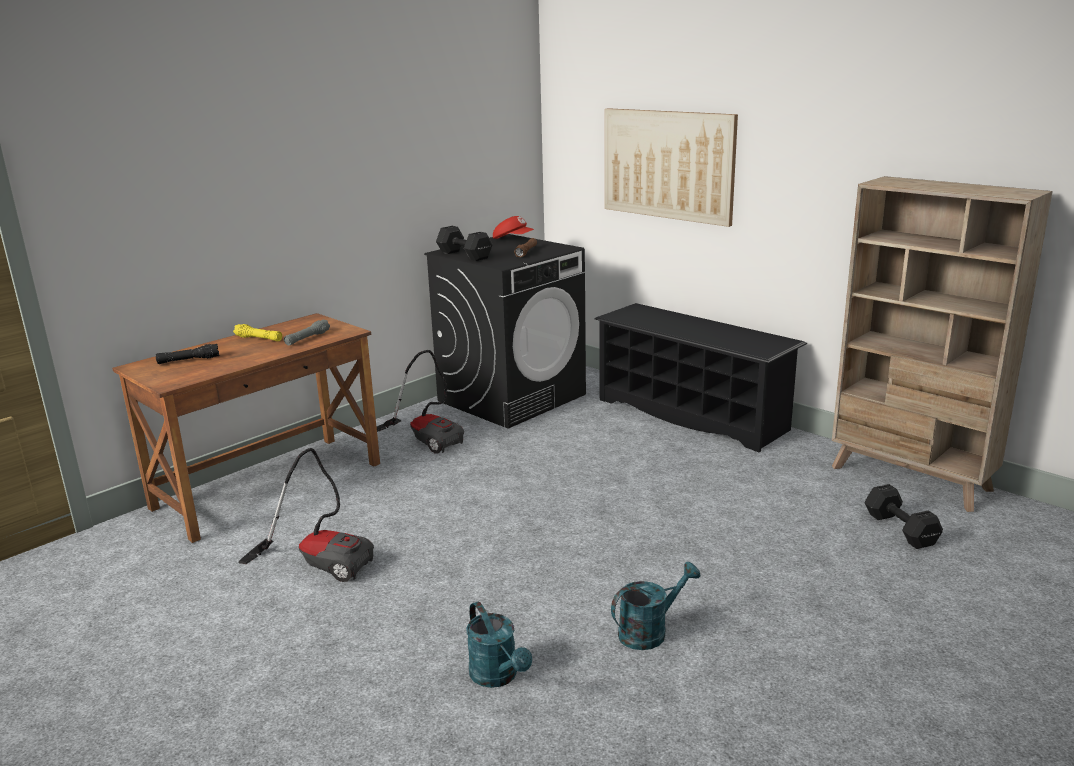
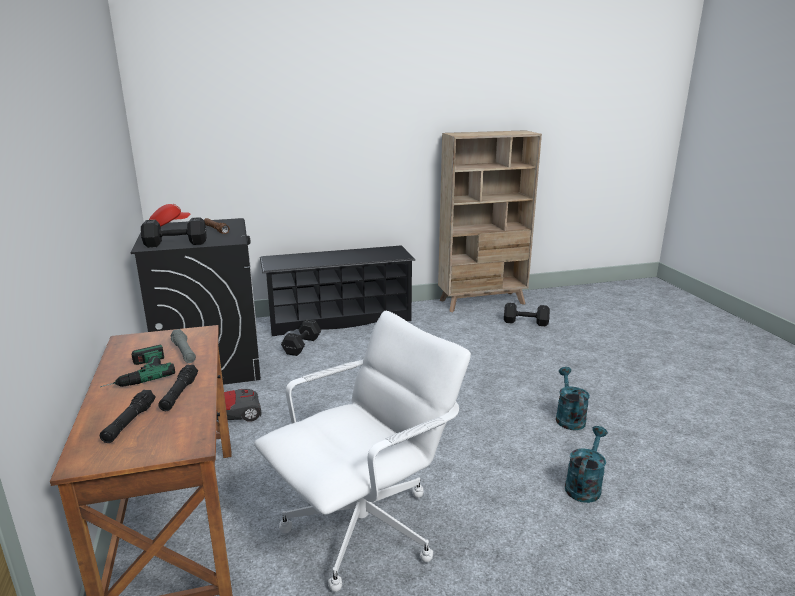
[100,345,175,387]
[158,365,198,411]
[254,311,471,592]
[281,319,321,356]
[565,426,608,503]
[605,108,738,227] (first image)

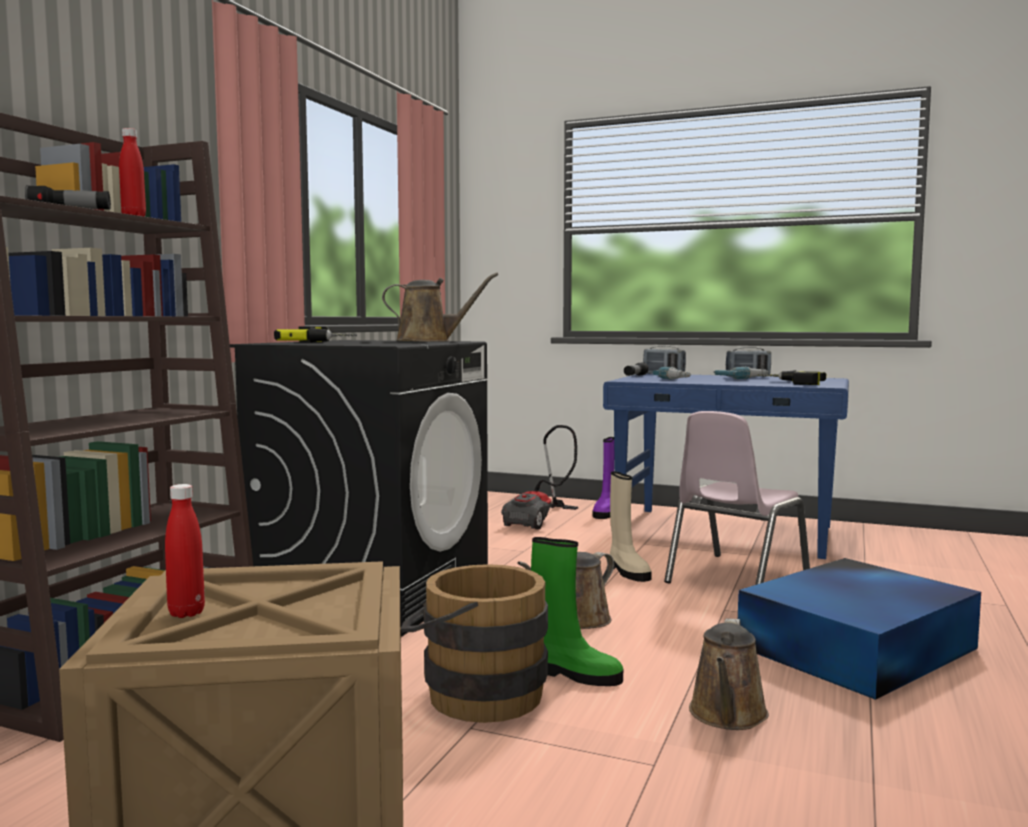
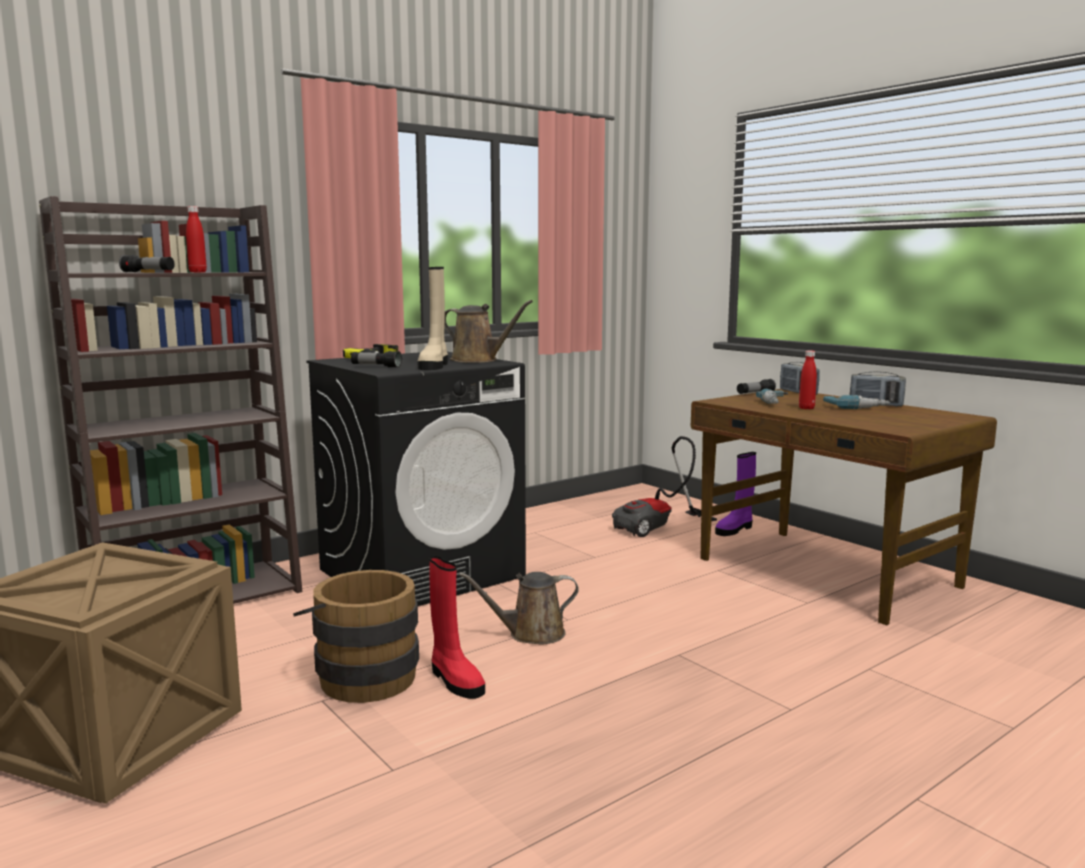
[351,351,402,368]
[418,267,448,370]
[429,556,485,699]
[691,389,997,625]
[799,351,817,409]
[664,411,810,585] (first image)
[689,618,769,730] (first image)
[738,558,981,700] (first image)
[758,370,826,385] (first image)

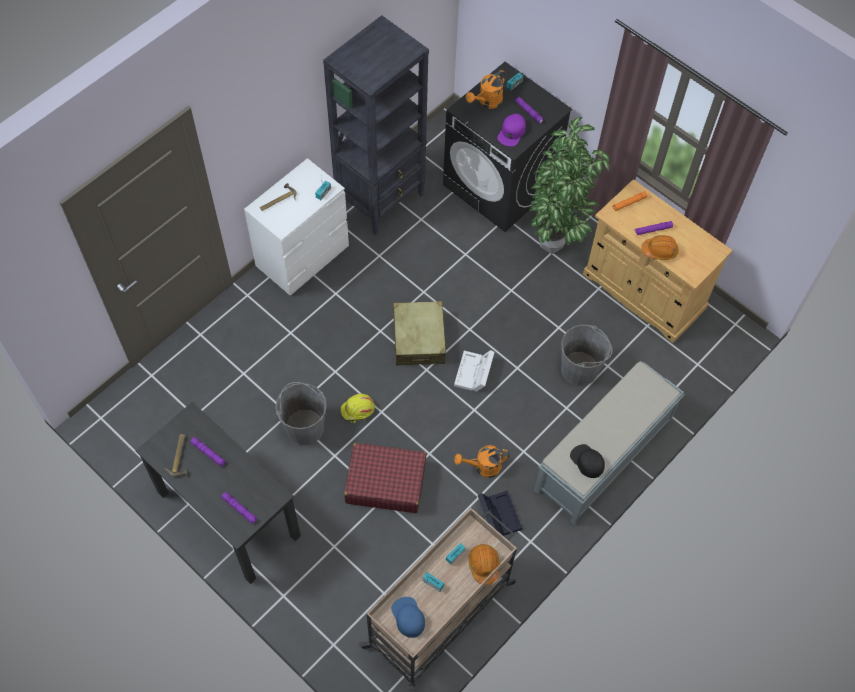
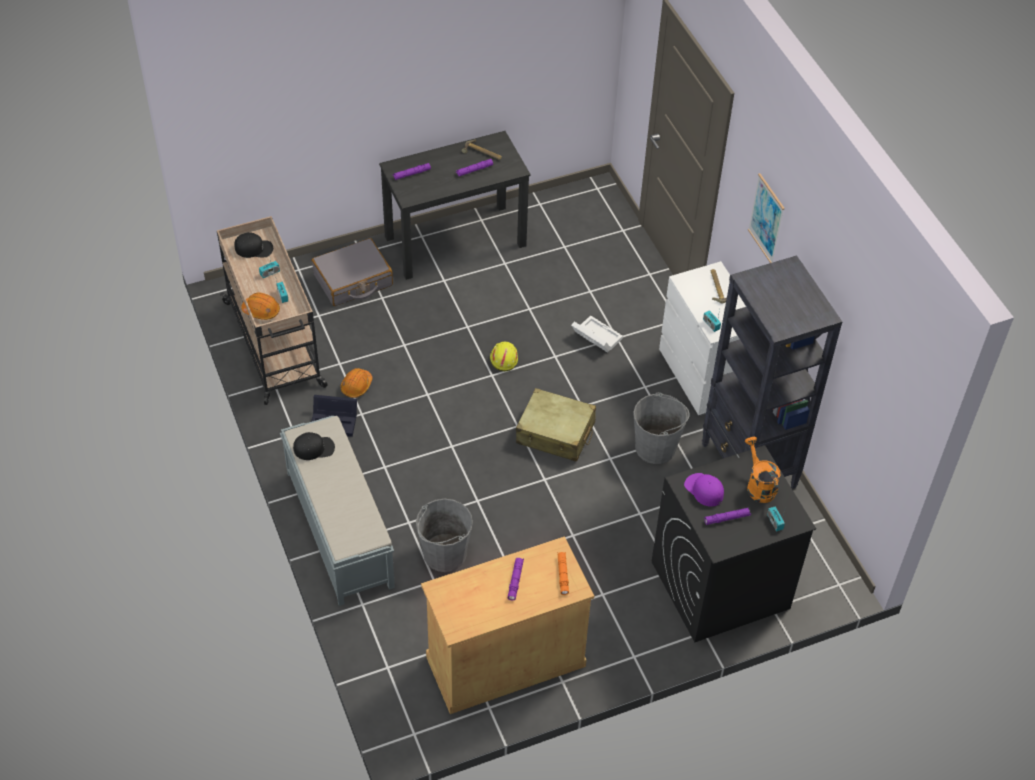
[235,232,273,258]
[312,238,393,306]
[341,368,372,398]
[571,316,623,353]
[633,393,690,464]
[748,173,785,263]
[344,443,426,513] (first image)
[454,445,510,478] (first image)
[530,117,609,254] (first image)

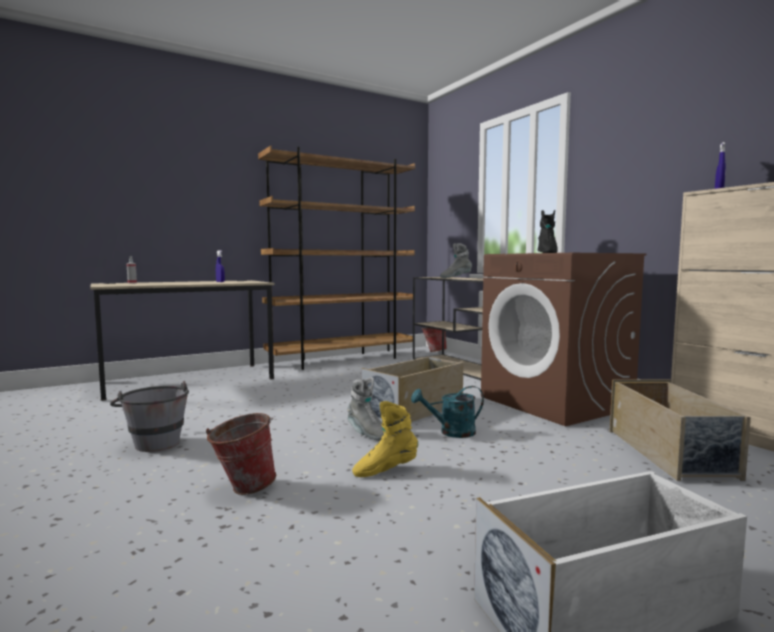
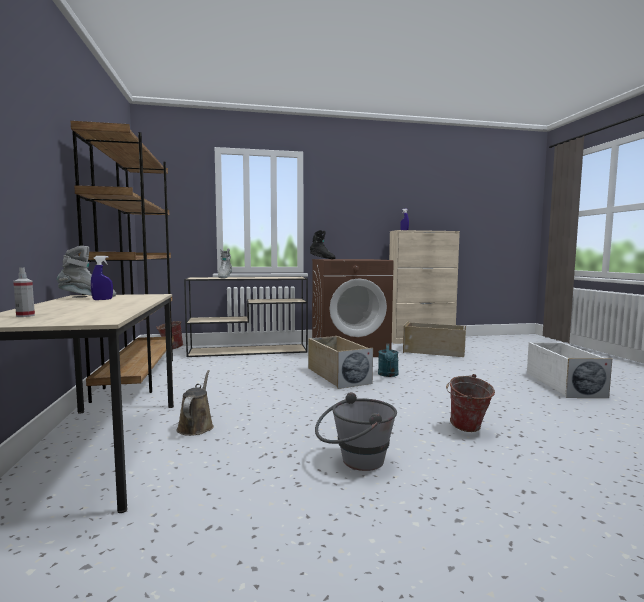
[57,246,116,297]
[176,370,214,436]
[352,401,418,477] (first image)

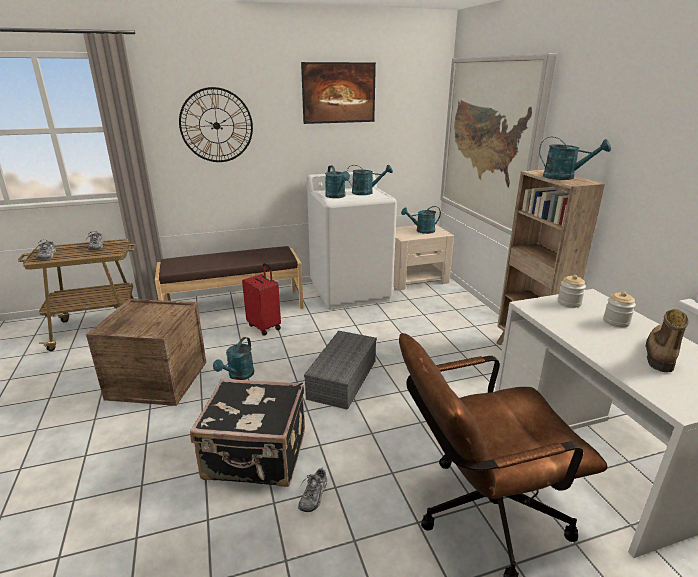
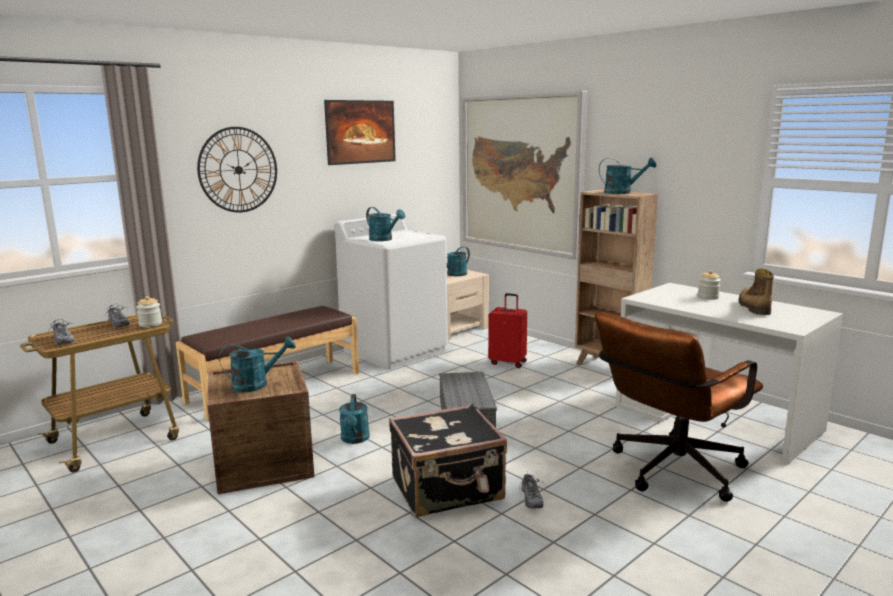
[136,296,162,327]
[219,336,296,392]
[488,293,527,368]

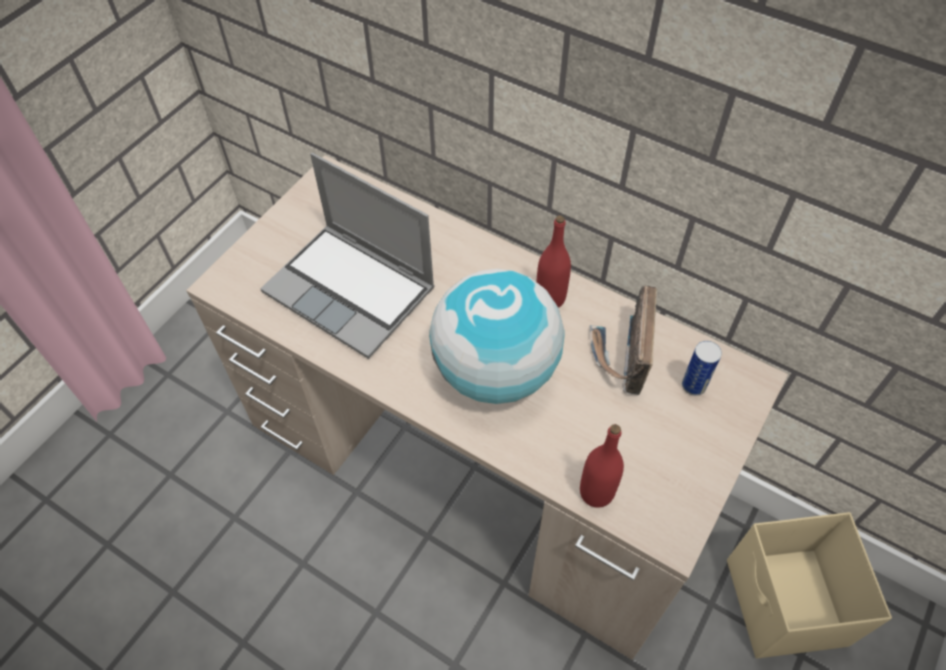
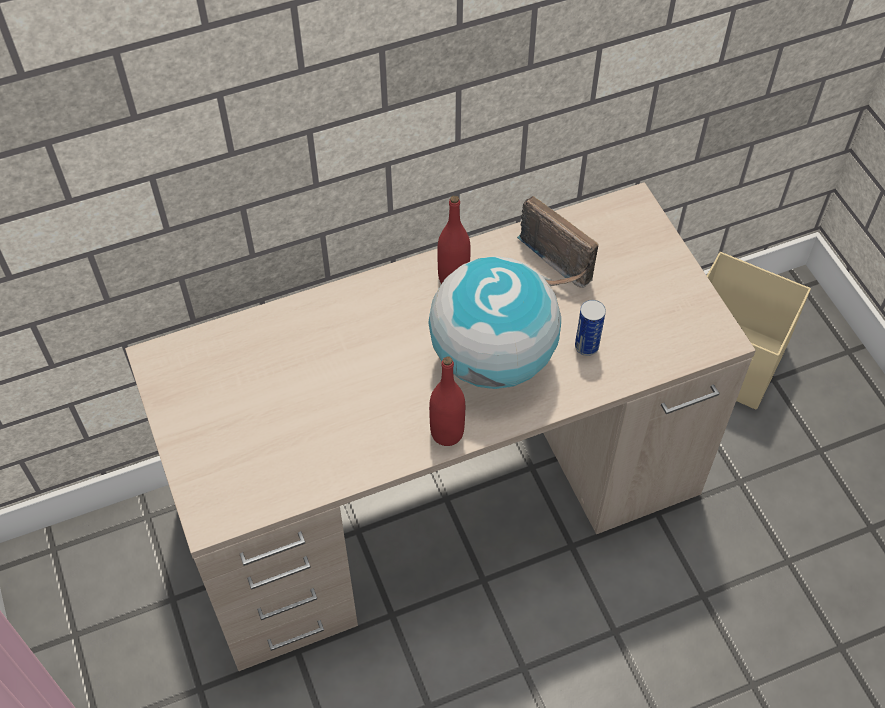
[429,356,465,446]
[575,300,606,356]
[260,153,435,359] (first image)

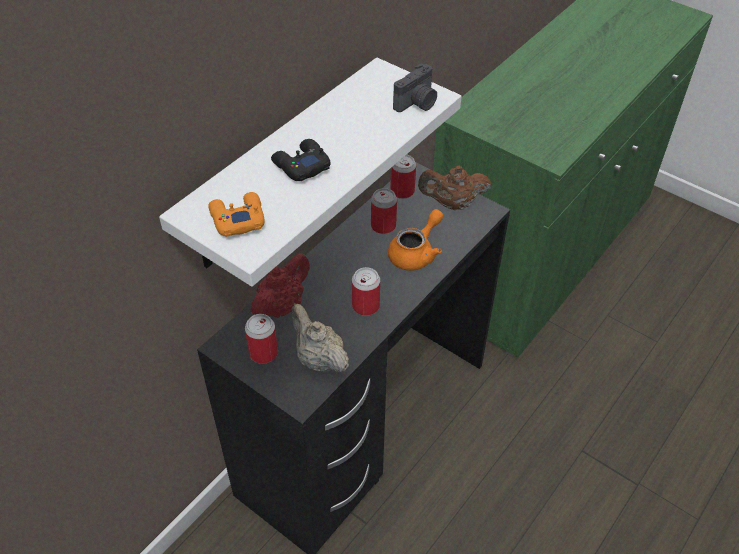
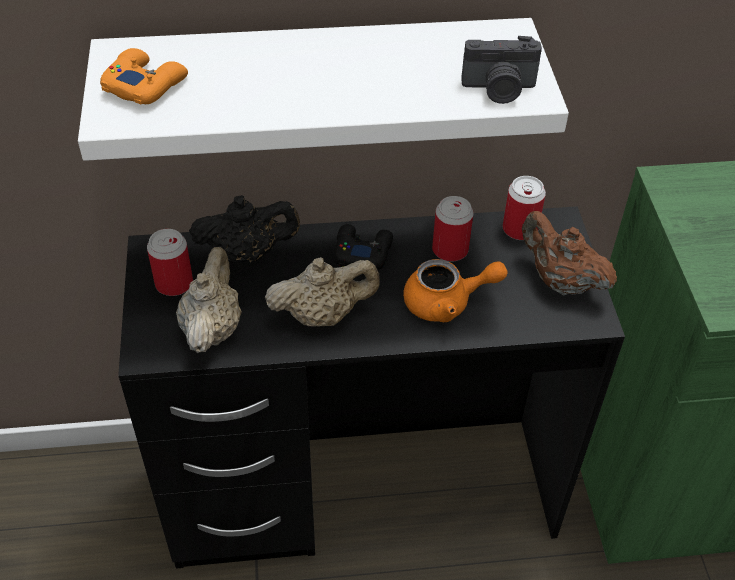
[189,195,300,262]
[265,257,380,326]
[334,224,393,270]

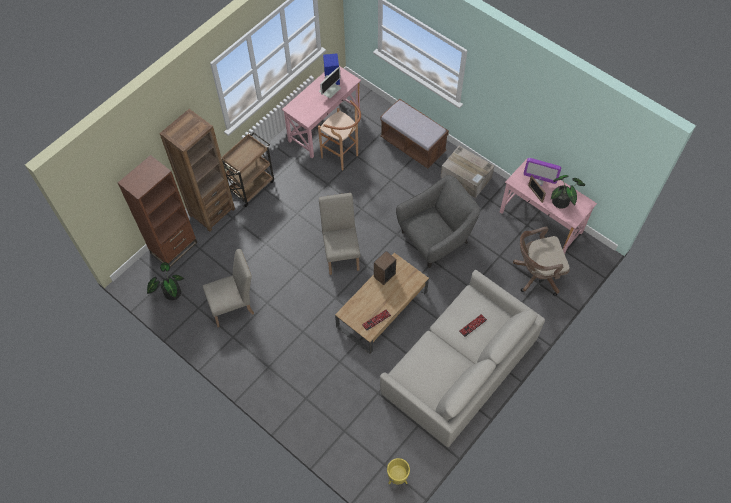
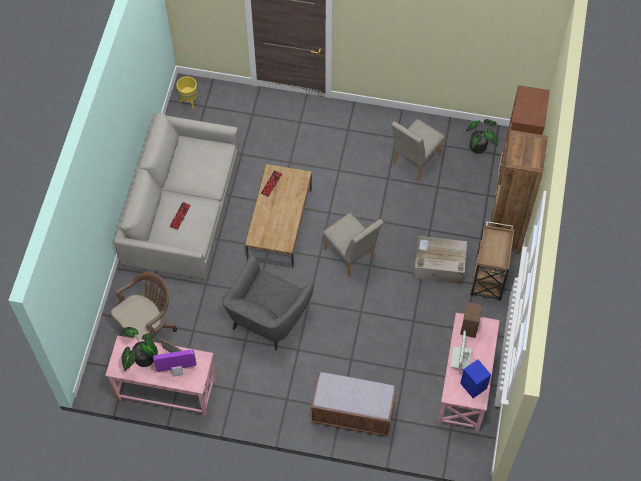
[413,236,467,284]
[460,301,483,338]
[318,100,361,171] (first image)

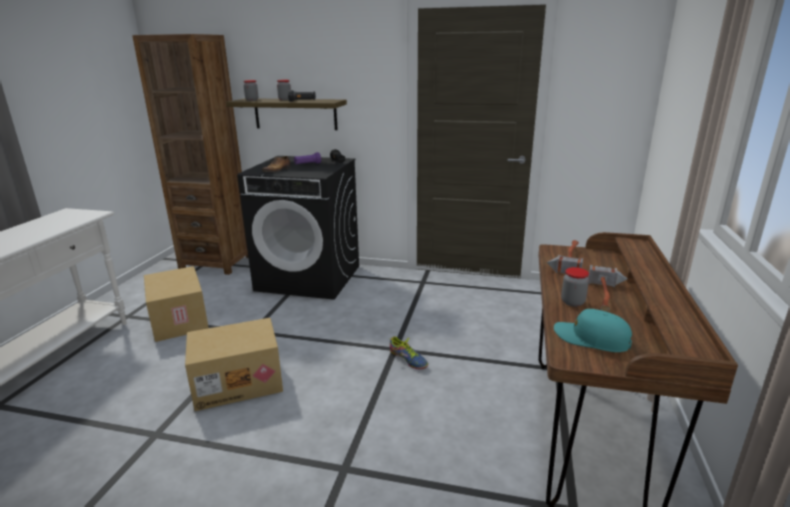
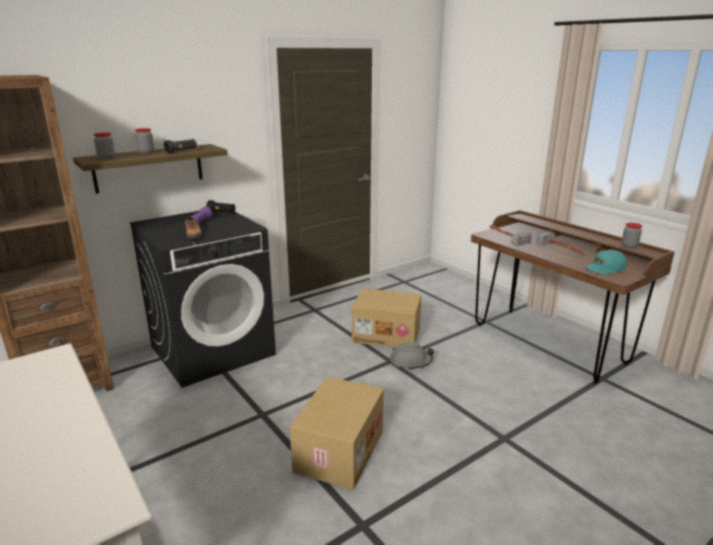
[352,288,422,348]
[390,342,434,370]
[622,223,642,248]

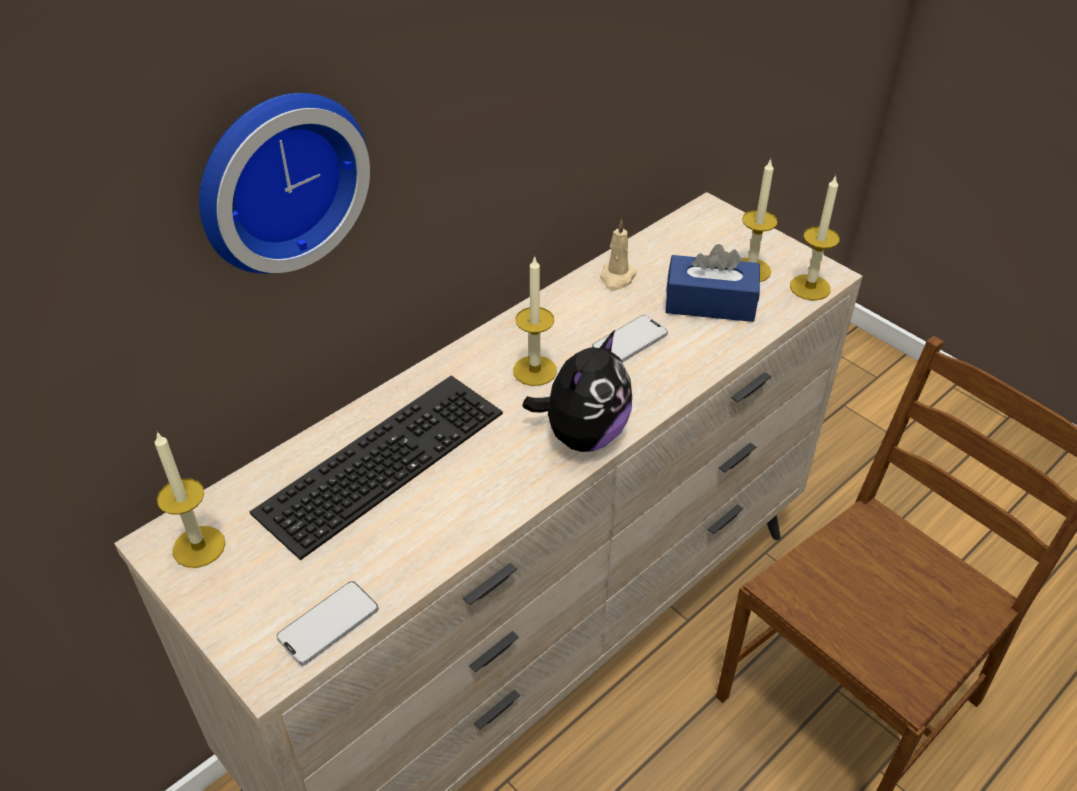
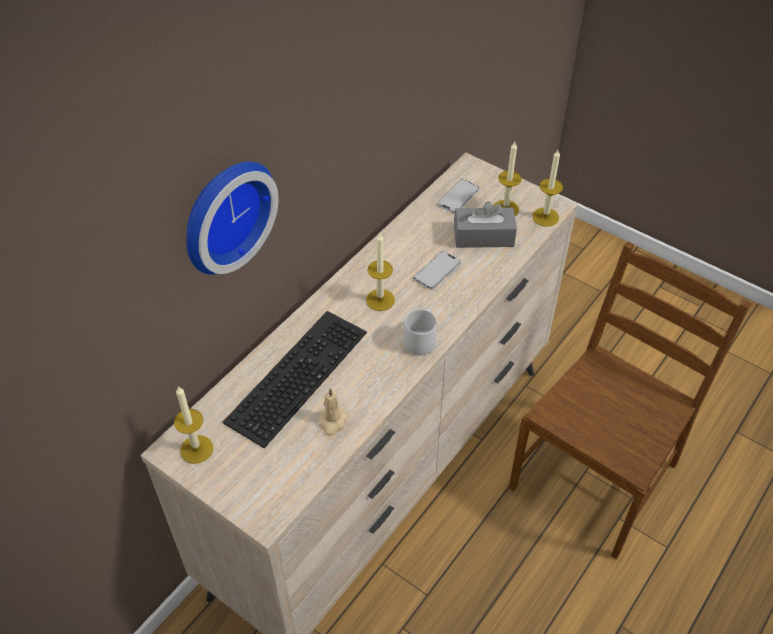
[319,388,348,436]
[404,309,437,355]
[437,179,479,213]
[454,201,517,248]

